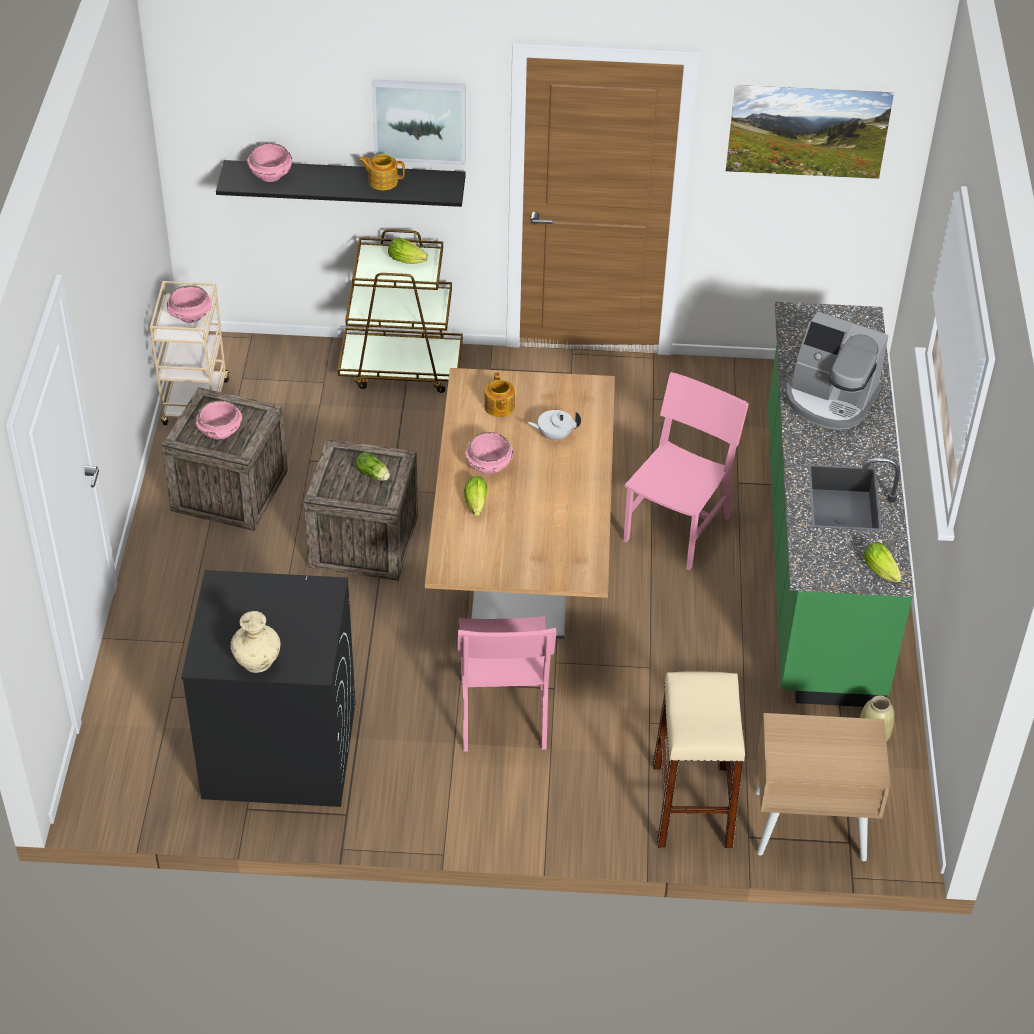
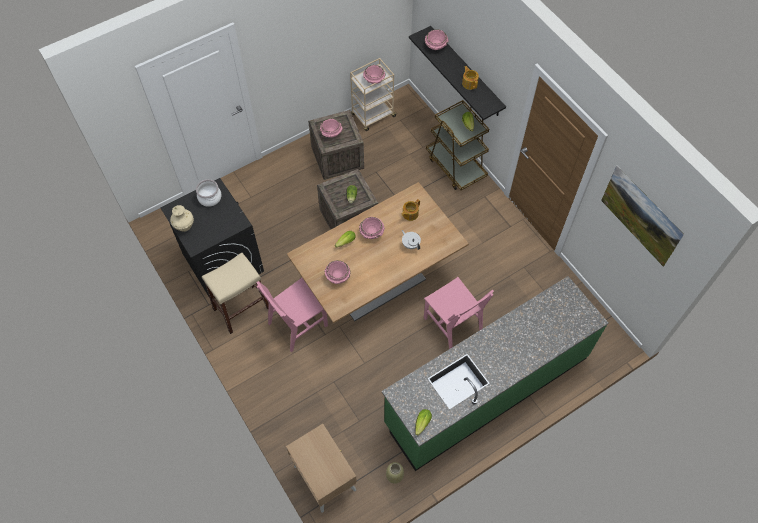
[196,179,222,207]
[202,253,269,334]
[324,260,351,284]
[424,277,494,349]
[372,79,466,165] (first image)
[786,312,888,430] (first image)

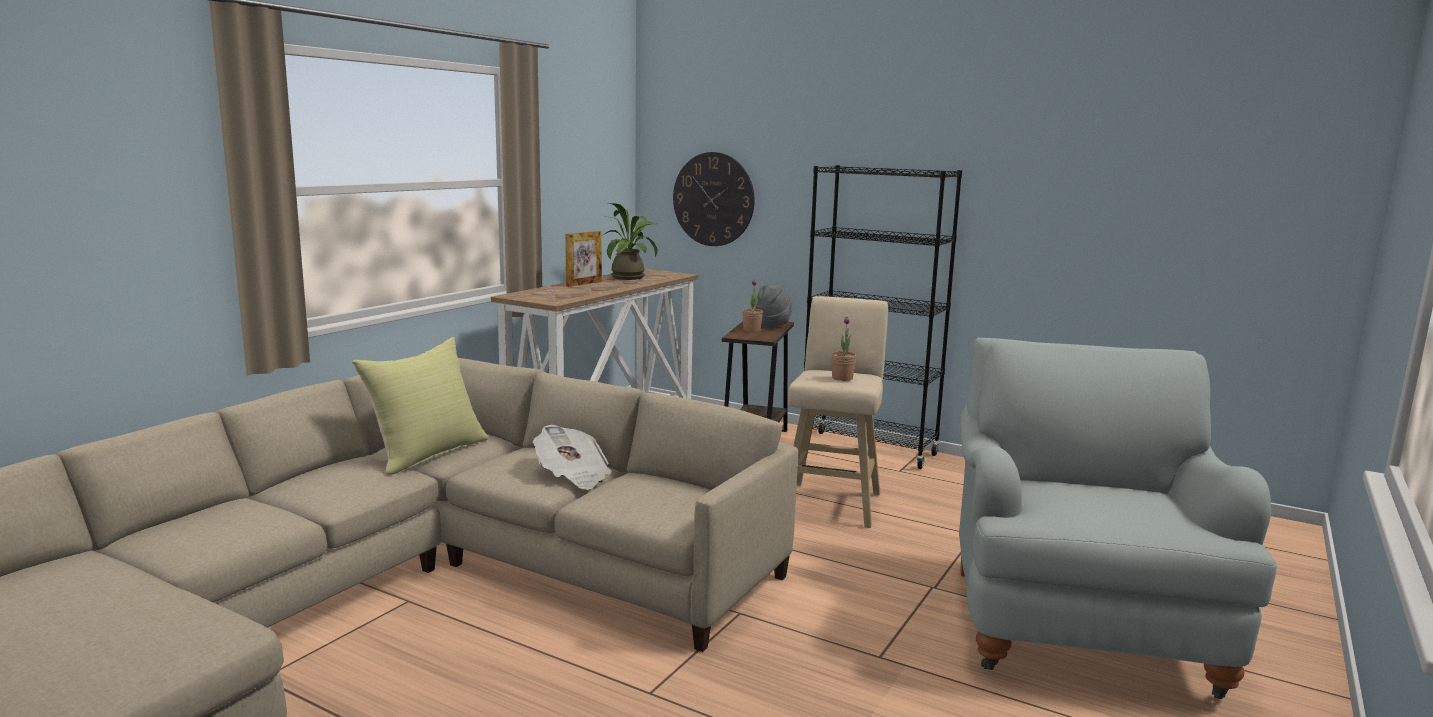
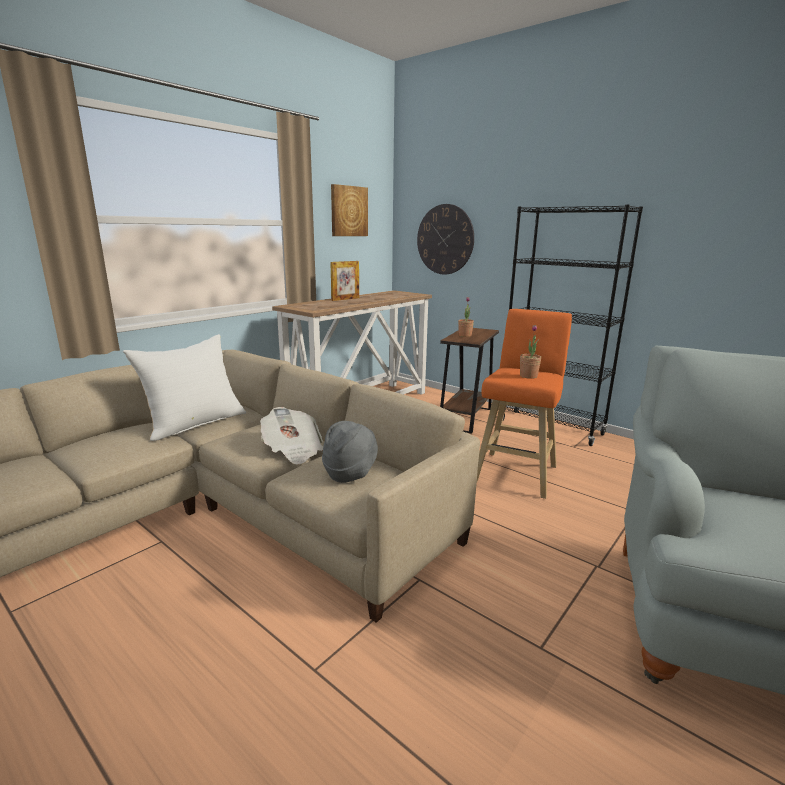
[123,334,246,441]
[322,421,378,483]
[331,184,368,236]
[477,309,572,499]
[602,203,658,280] (first image)

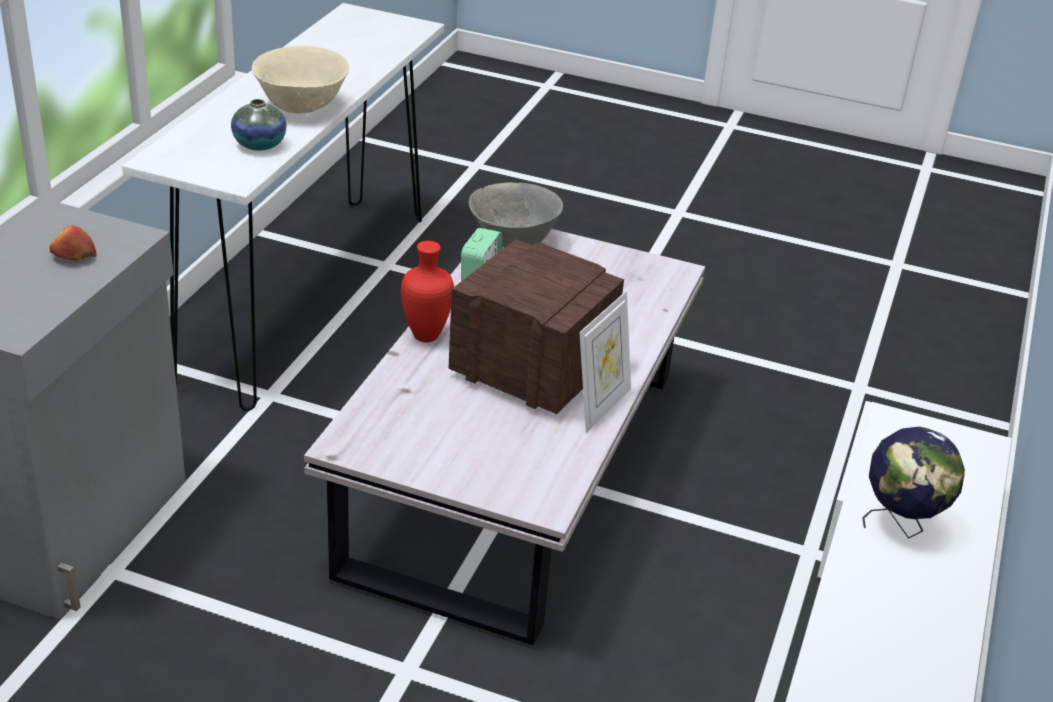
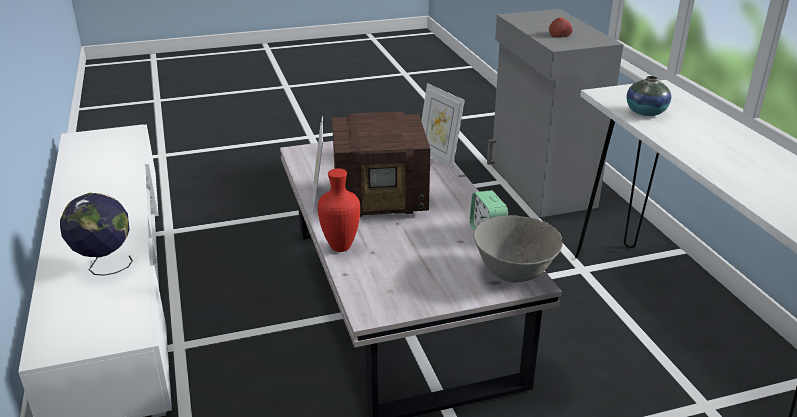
[318,168,360,252]
[421,83,465,169]
[252,46,349,114] (first image)

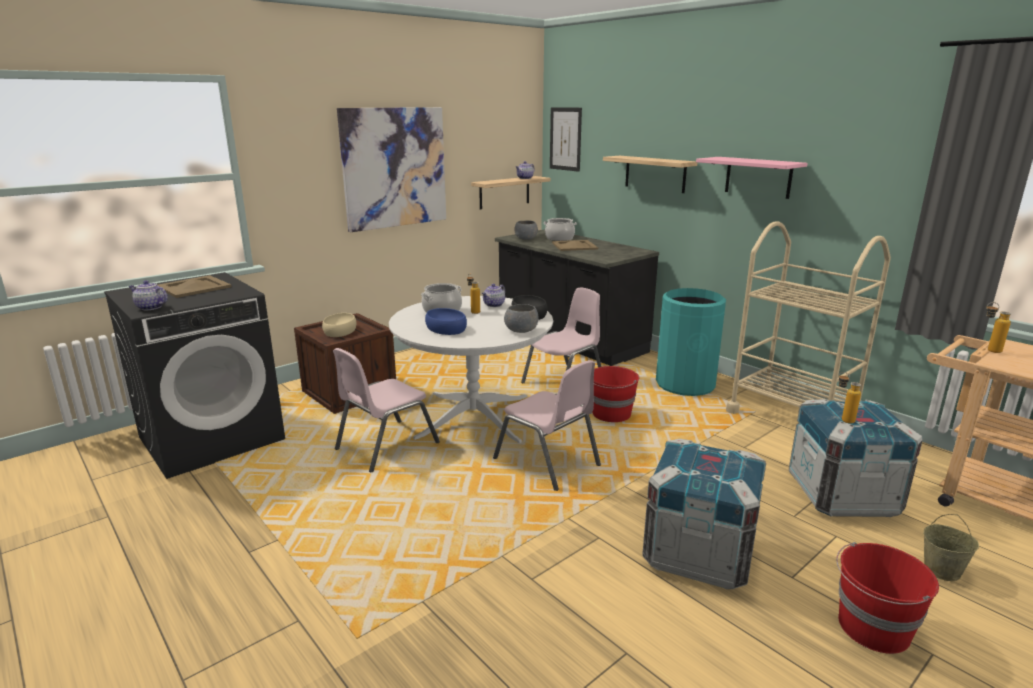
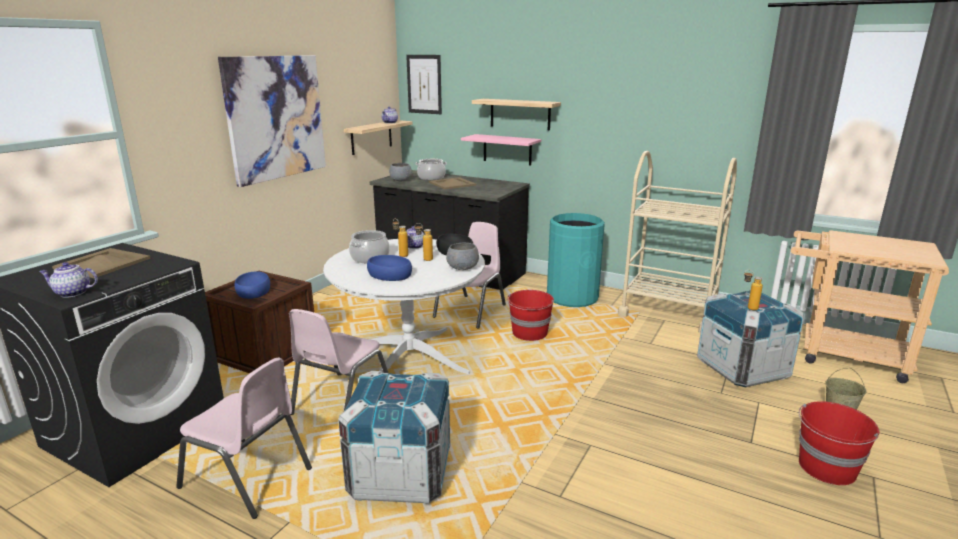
[176,357,312,519]
[234,271,270,299]
[338,371,450,504]
[415,223,433,261]
[461,134,541,166]

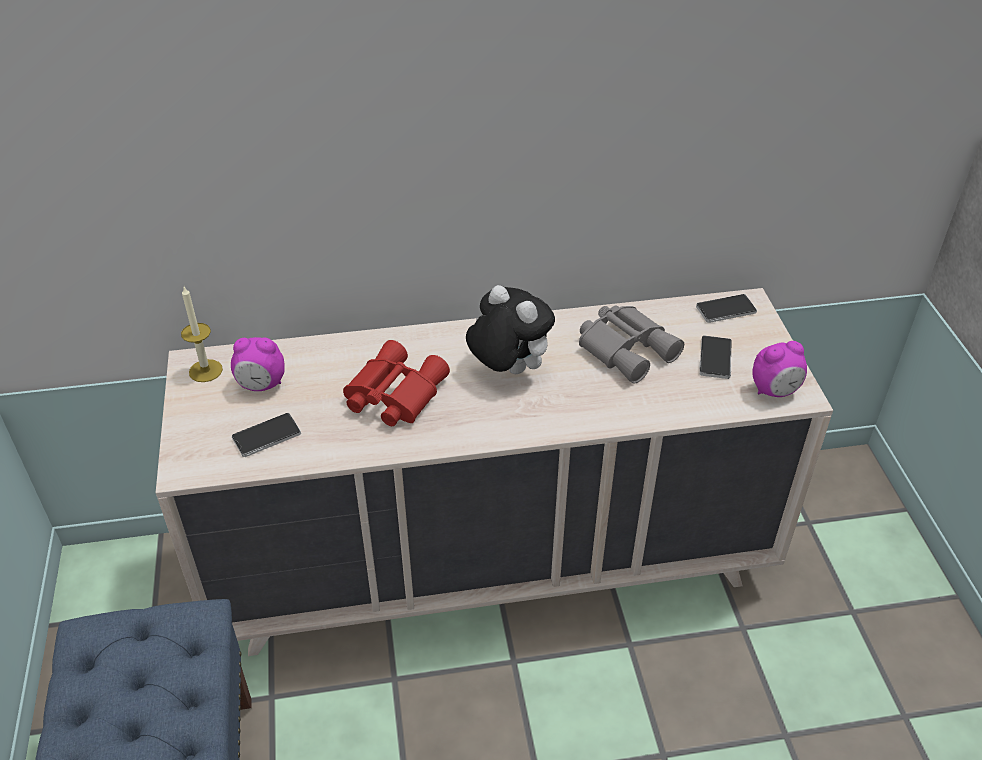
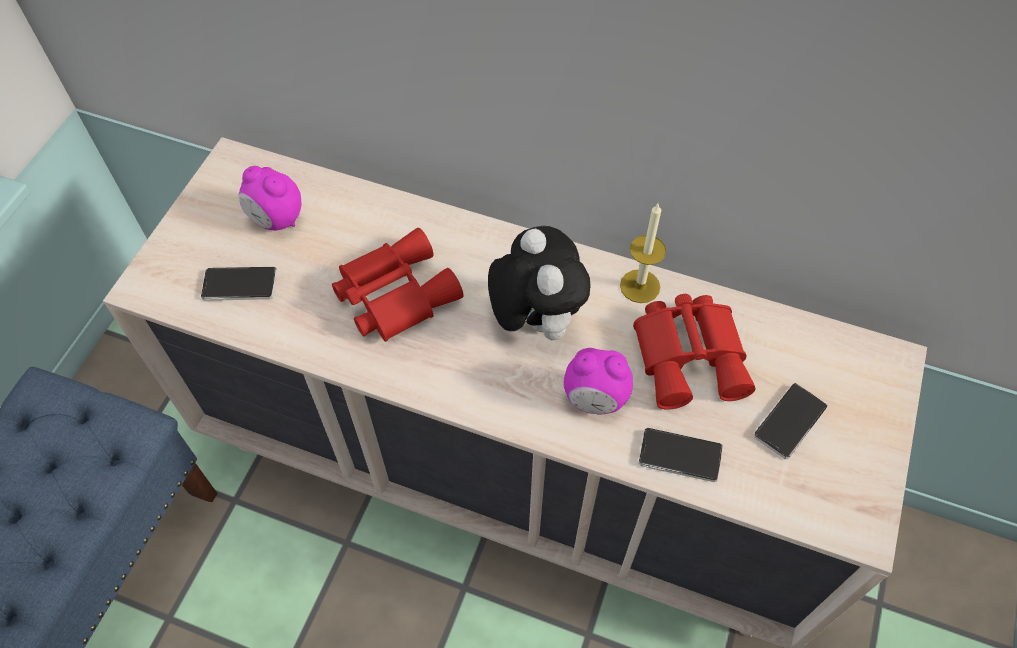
[564,348,633,414]
[620,204,666,303]
[633,294,756,410]
[638,428,723,482]

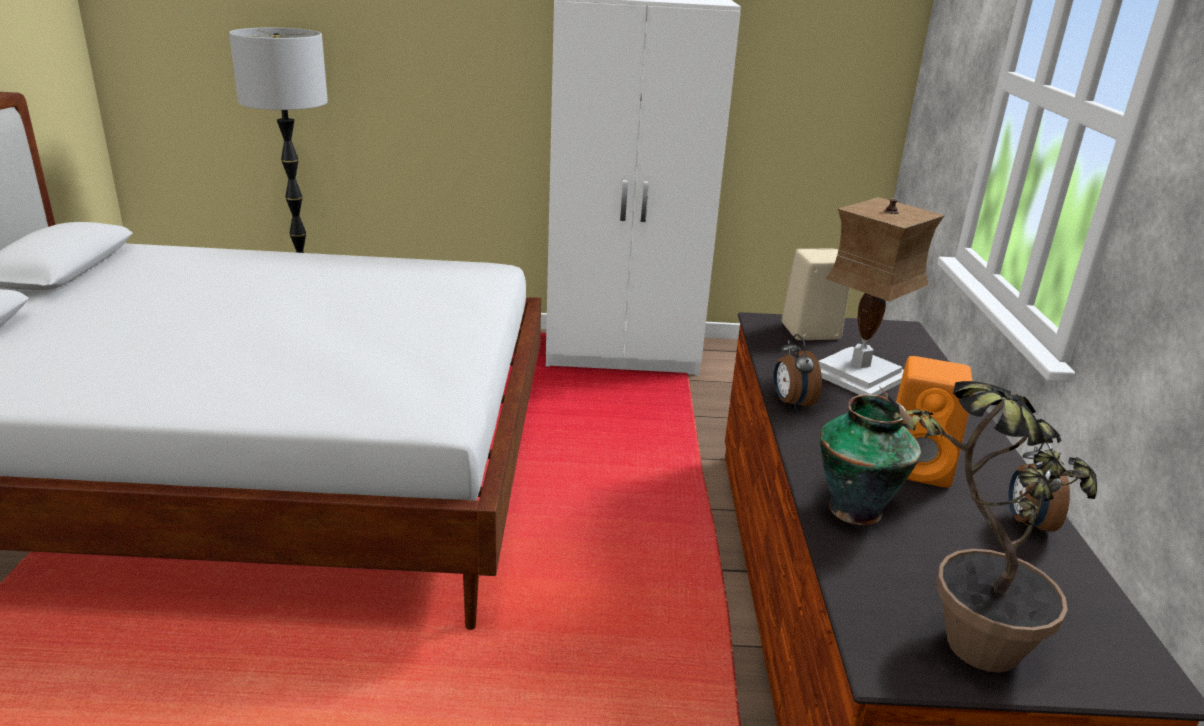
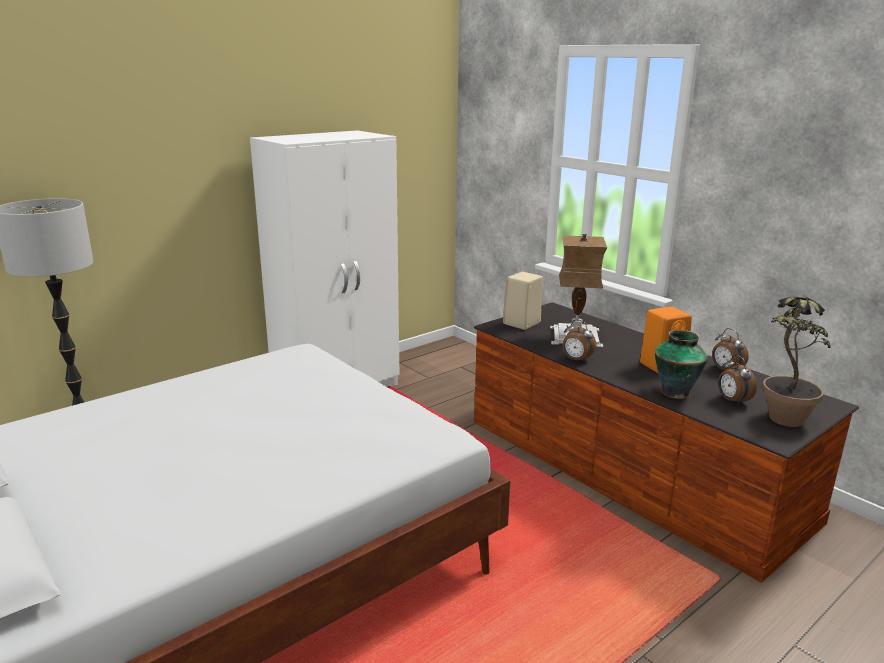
[718,355,757,405]

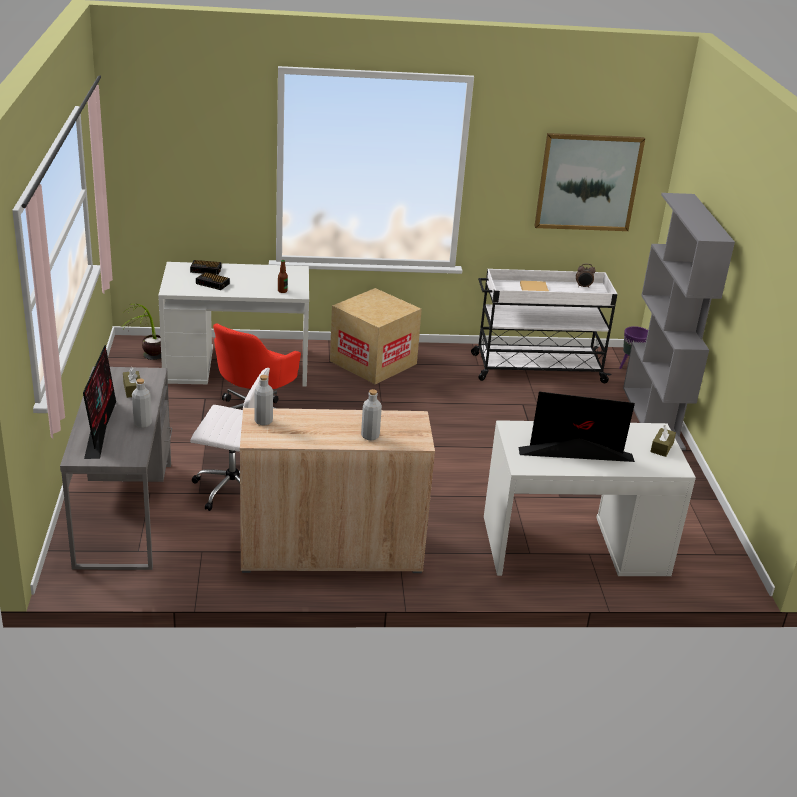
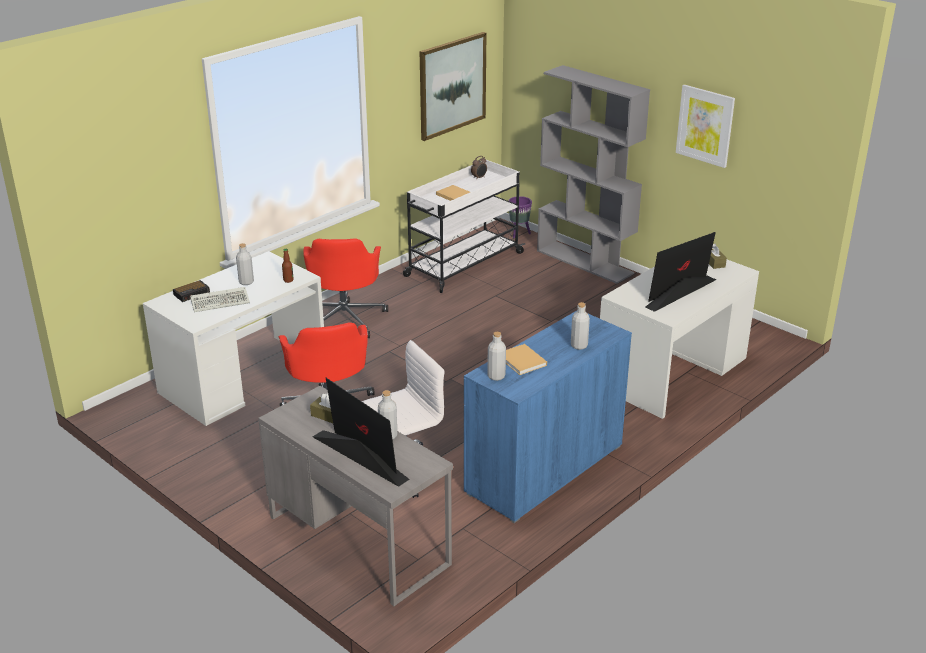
[190,287,250,312]
[236,243,254,285]
[303,238,388,338]
[464,311,632,523]
[506,344,547,375]
[676,84,735,168]
[121,304,161,360] (first image)

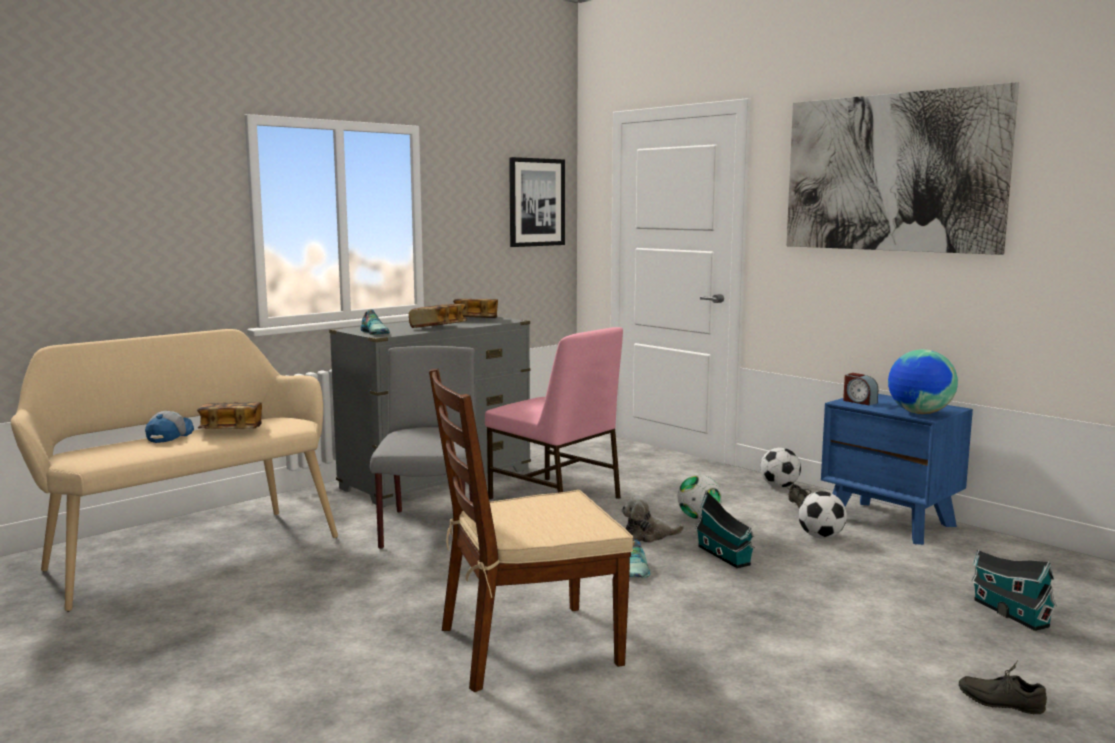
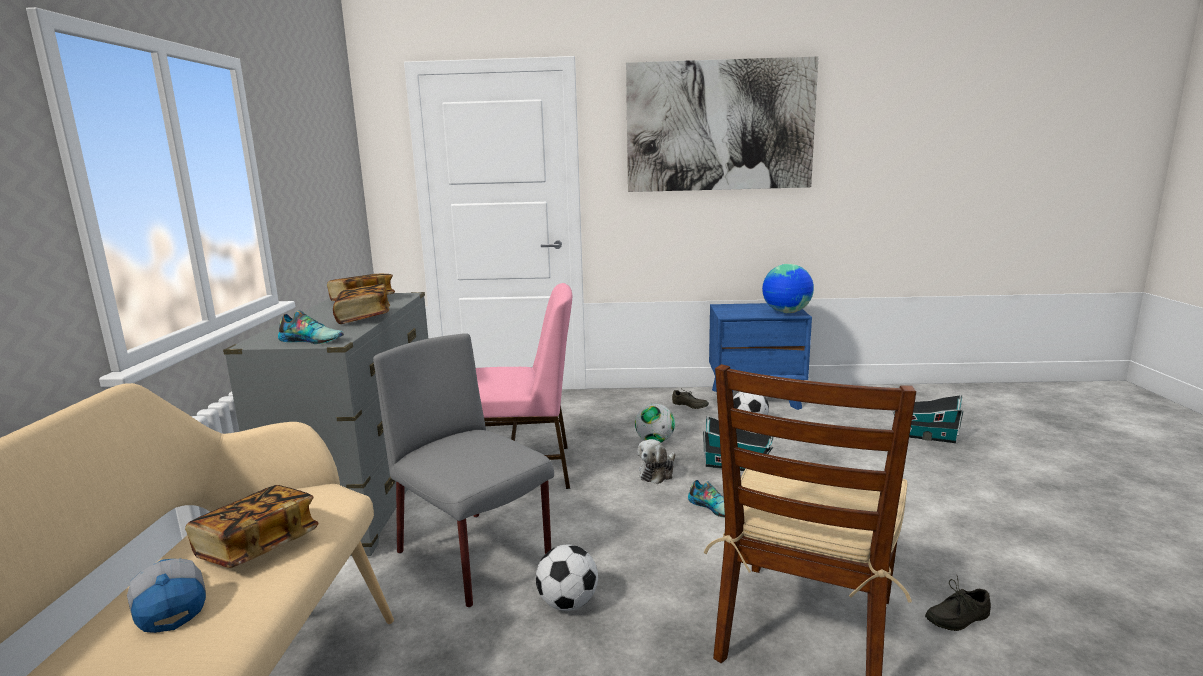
[536,545,598,611]
[925,576,991,631]
[509,157,565,247] (first image)
[843,373,878,405] (first image)

